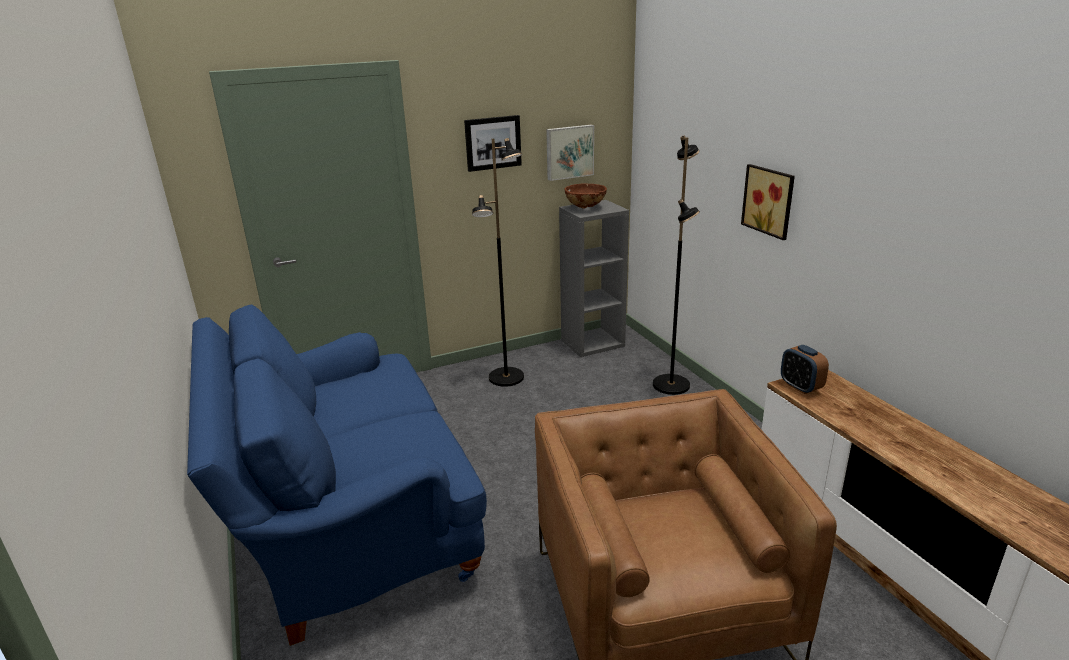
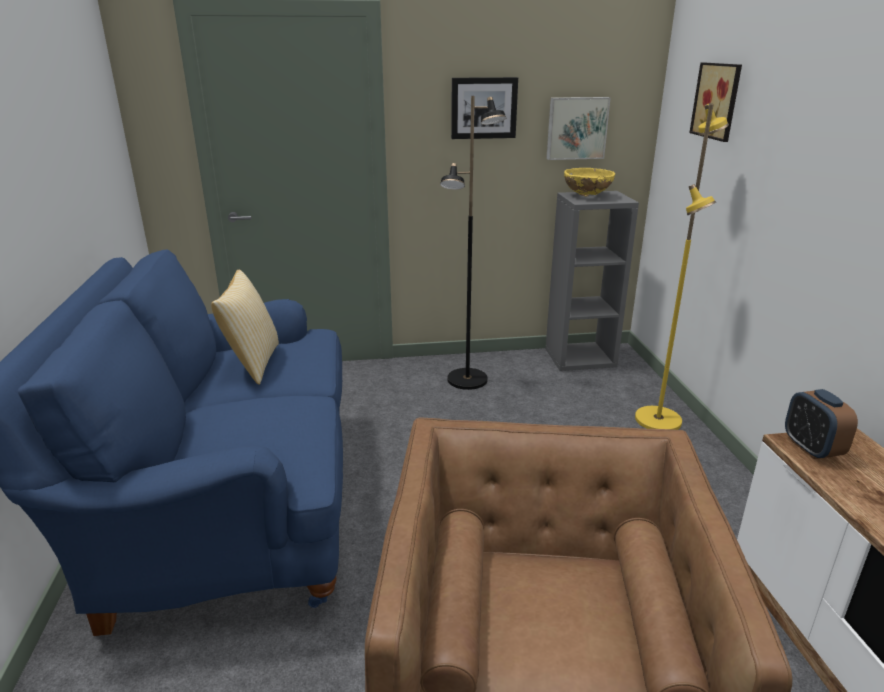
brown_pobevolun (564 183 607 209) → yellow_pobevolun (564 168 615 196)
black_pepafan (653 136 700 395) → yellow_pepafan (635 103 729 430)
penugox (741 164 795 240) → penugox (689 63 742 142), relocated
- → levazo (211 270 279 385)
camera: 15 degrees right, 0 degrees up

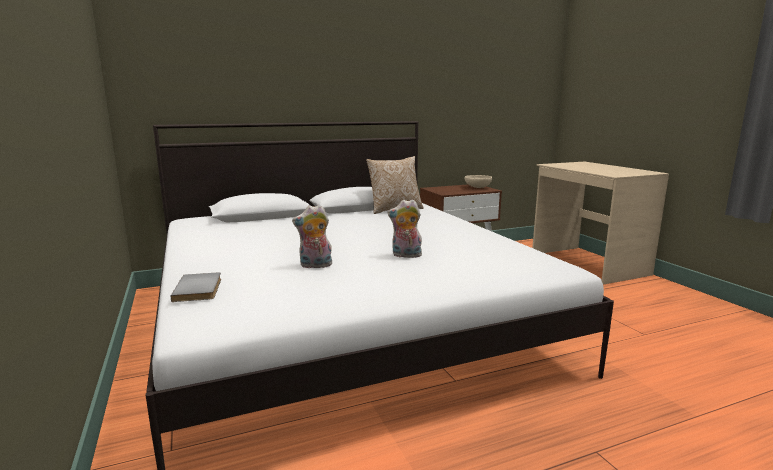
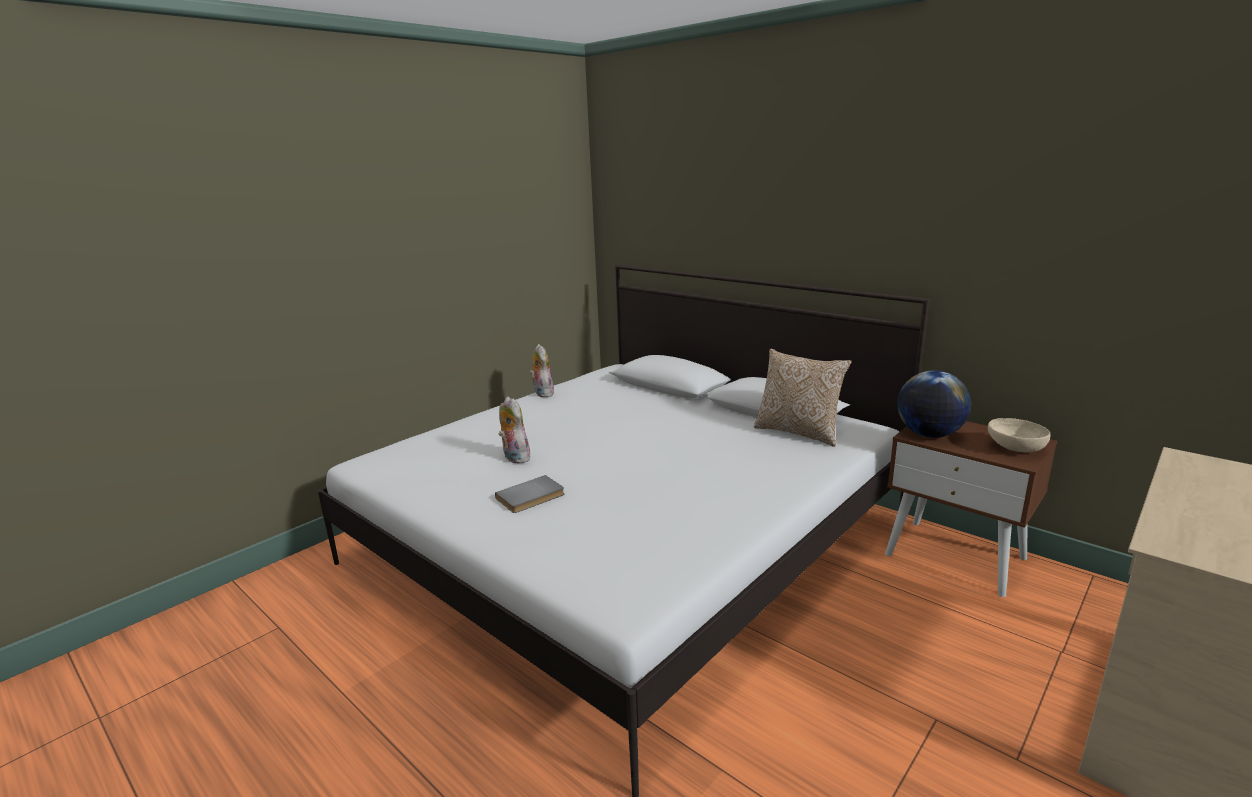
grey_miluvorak (171 272 221 302) → grey_miluvorak (495 475 564 513), relocated
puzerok (388 199 423 258) → puzerok (529 344 554 397), relocated
- → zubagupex (898 371 971 438)
camera: 65 degrees right, 5 degrees up

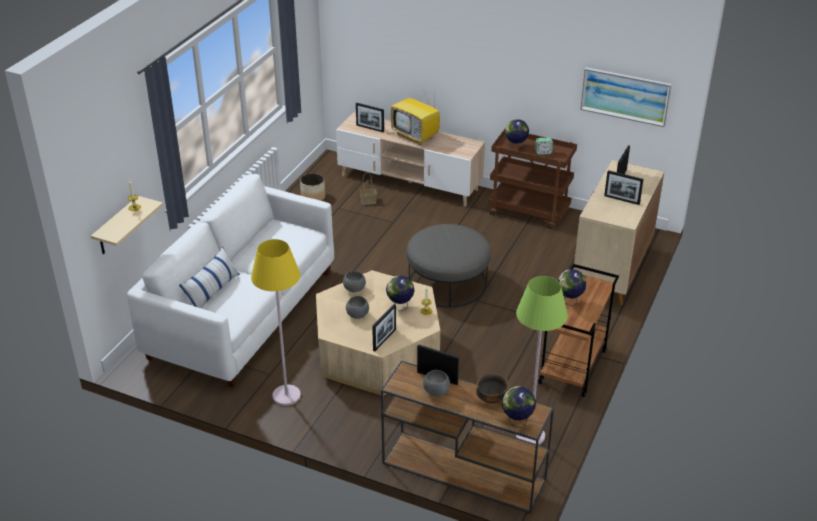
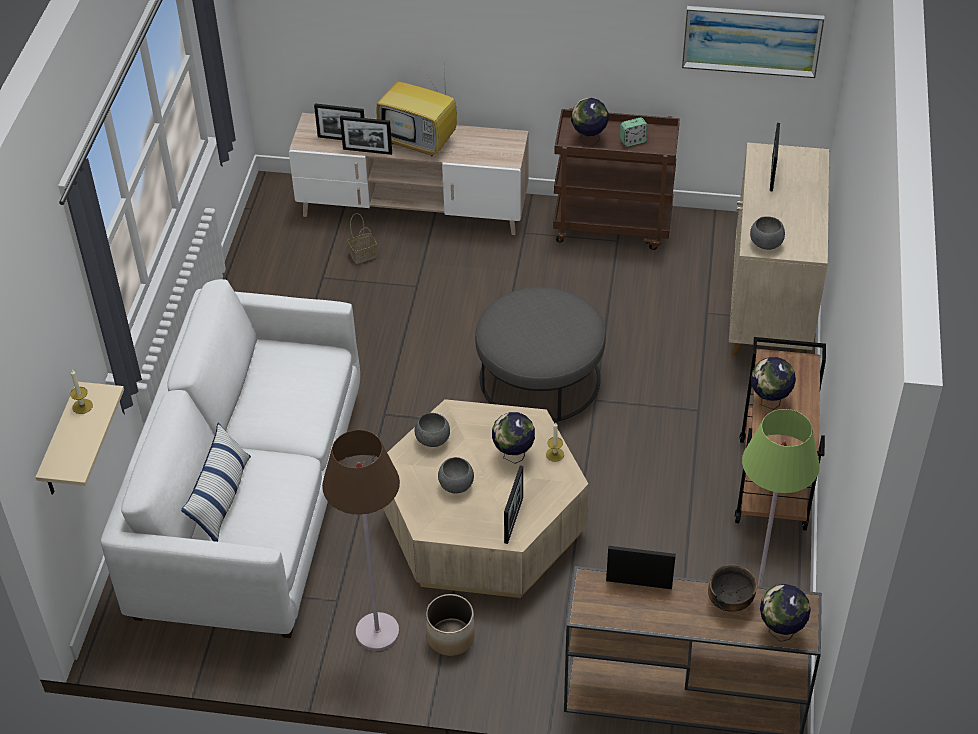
yellow_pepafan (251 239 301 406) → brown_pepafan (322 430 400 651)
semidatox (300 173 325 201) → semidatox (426 594 475 656), relocated
grey_pobevolun (423 370 450 396) → grey_pobevolun (750 216 785 250), relocated
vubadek (604 170 644 205) → vubadek (340 116 392 155), relocated
camera: 15 degrees left, 10 degrees up

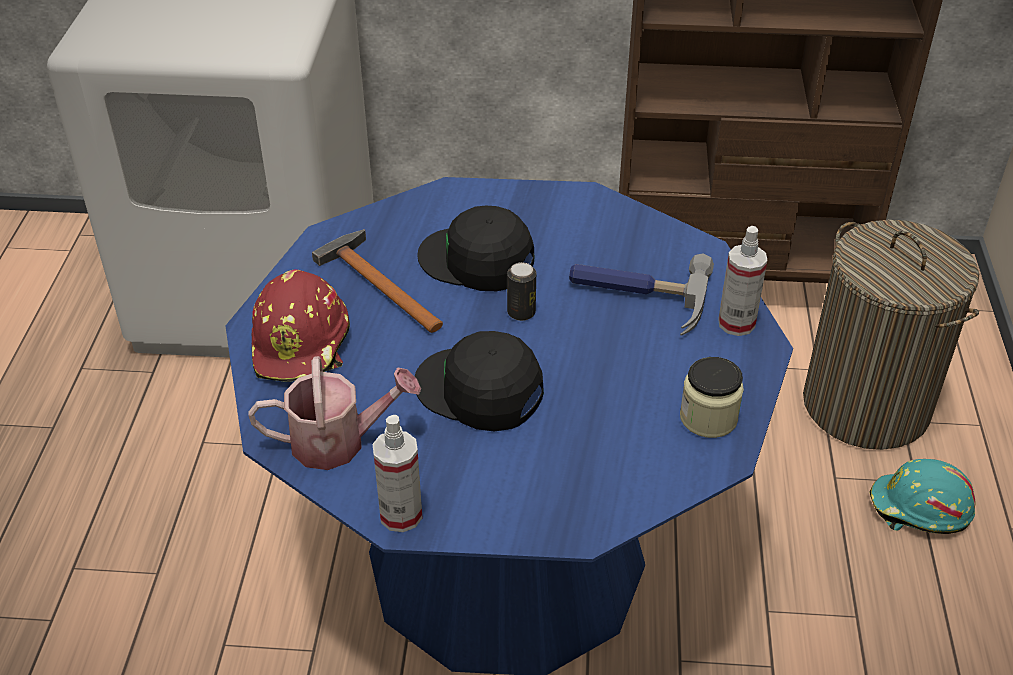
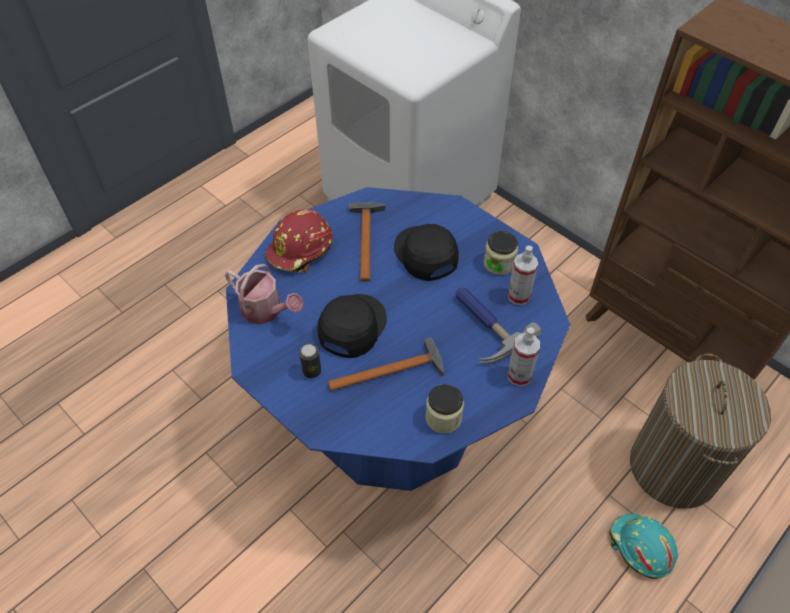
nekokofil (373 415 422 532) → nekokofil (508 246 538 305), relocated
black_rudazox (414 331 544 431) → black_rudazox (318 294 387 358), 45 degrees clockwise
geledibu (507 262 536 321) → geledibu (299 344 321 378), relocated
- → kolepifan (328 338 444 391)
- → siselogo (484 231 518 275)
camera: 40 degrees right, 10 degrees up

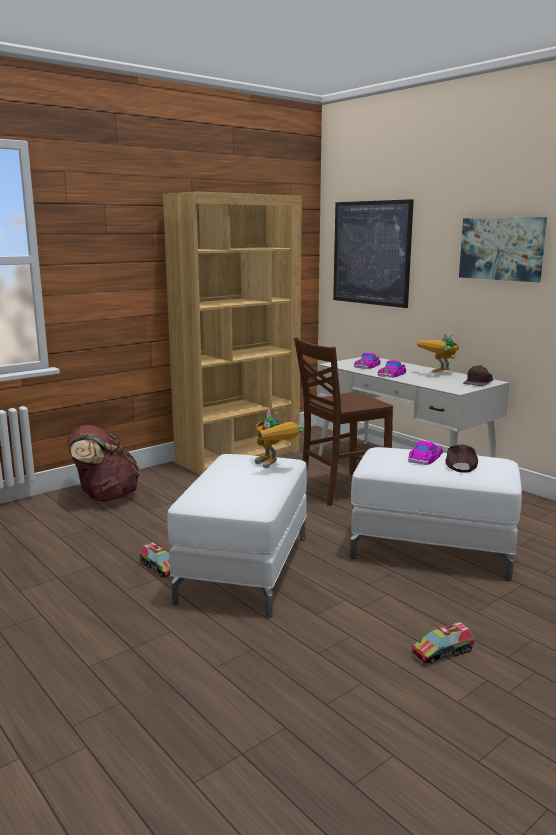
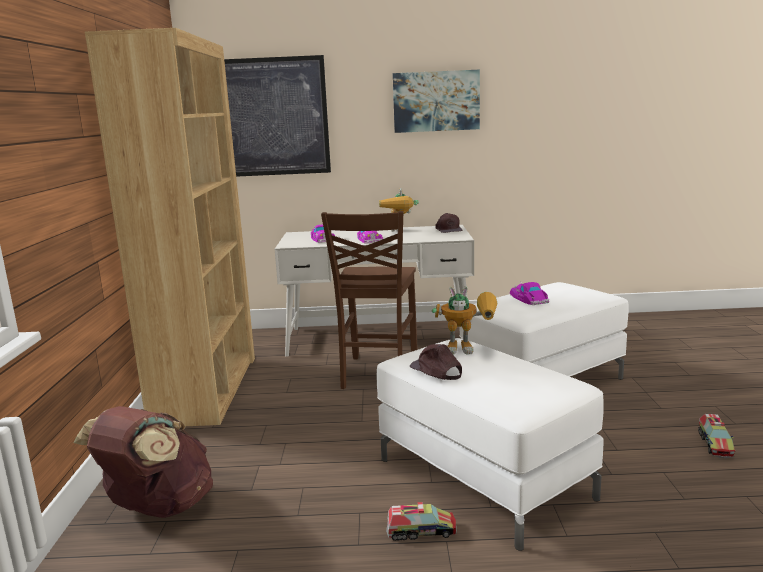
brown_rudazox (445 444 478 473) → brown_rudazox (410 344 462 380), relocated
camera: 50 degrees left, 0 degrees up

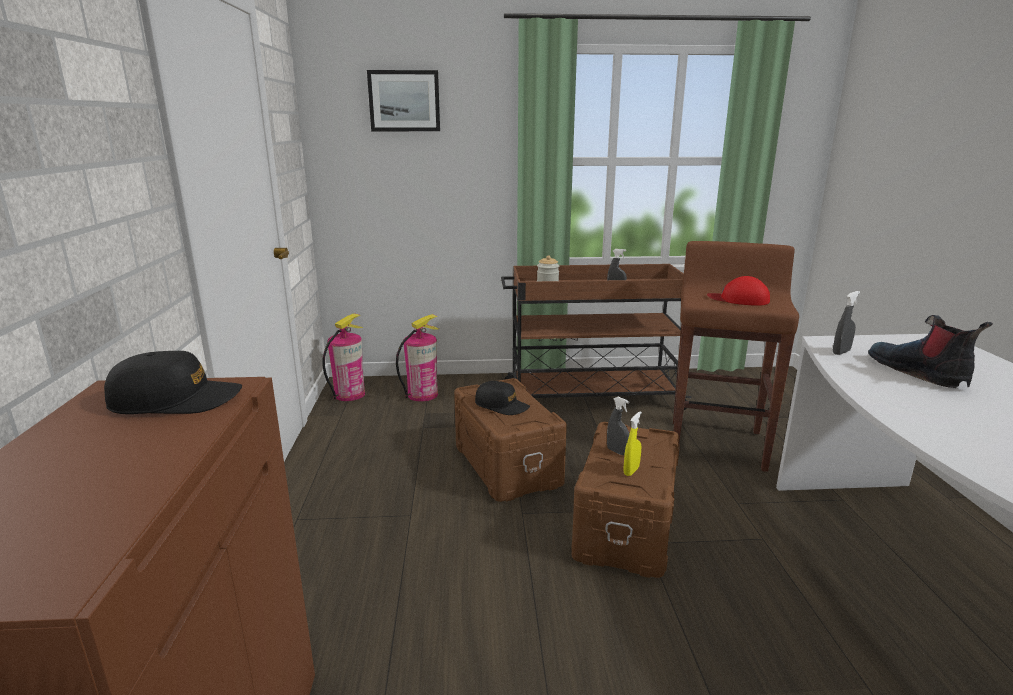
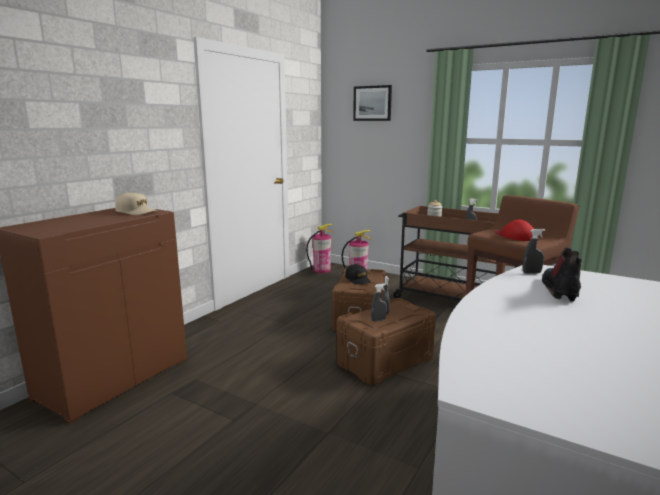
black_rudazox (104 351 242 414) → beige_rudazox (115 192 157 215)
yellow_nekokofil (623 411 642 476) → grey_nekokofil (371 283 387 322)
camera: 35 degrees right, 5 degrees down

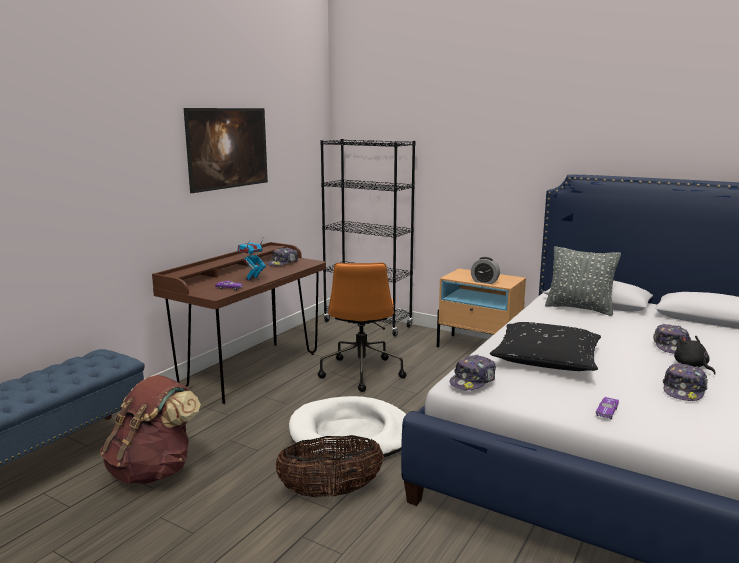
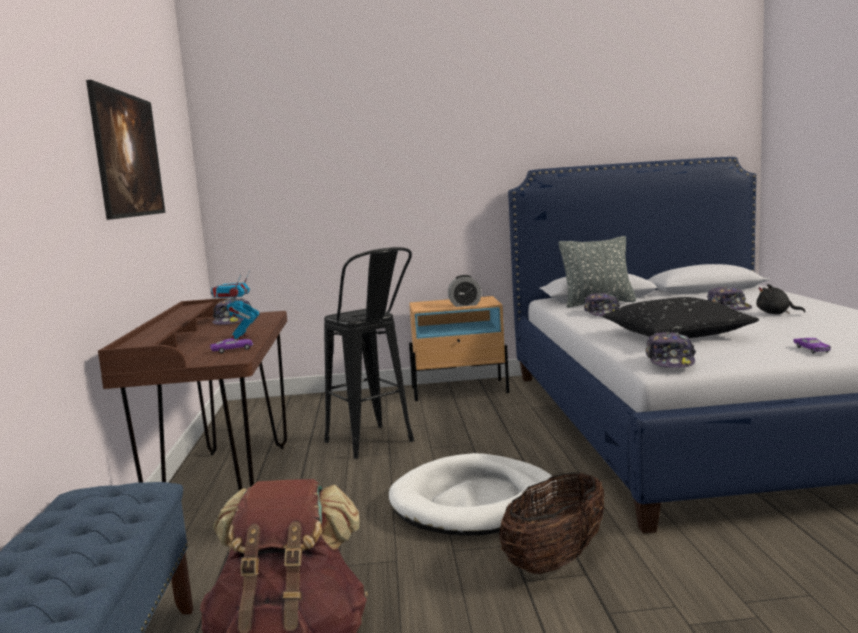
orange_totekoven (318 263 407 392) → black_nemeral (324 247 414 459)
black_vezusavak (320 139 415 336) → -
rudazox (663 363 708 401) → rudazox (584 292 620 316), relocated
camera: 35 degrees left, 5 degrees down

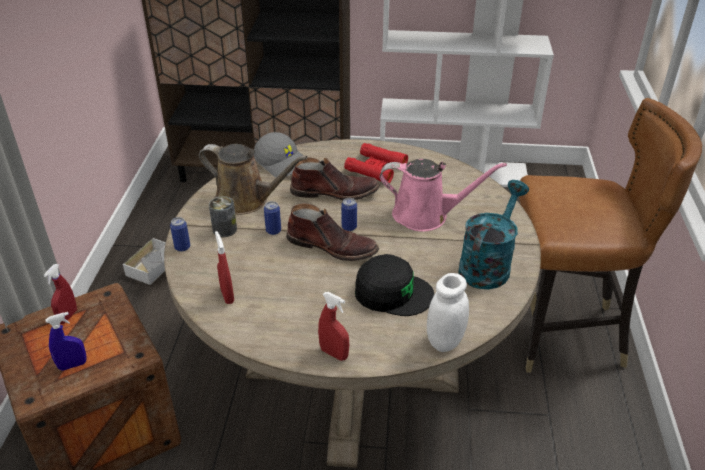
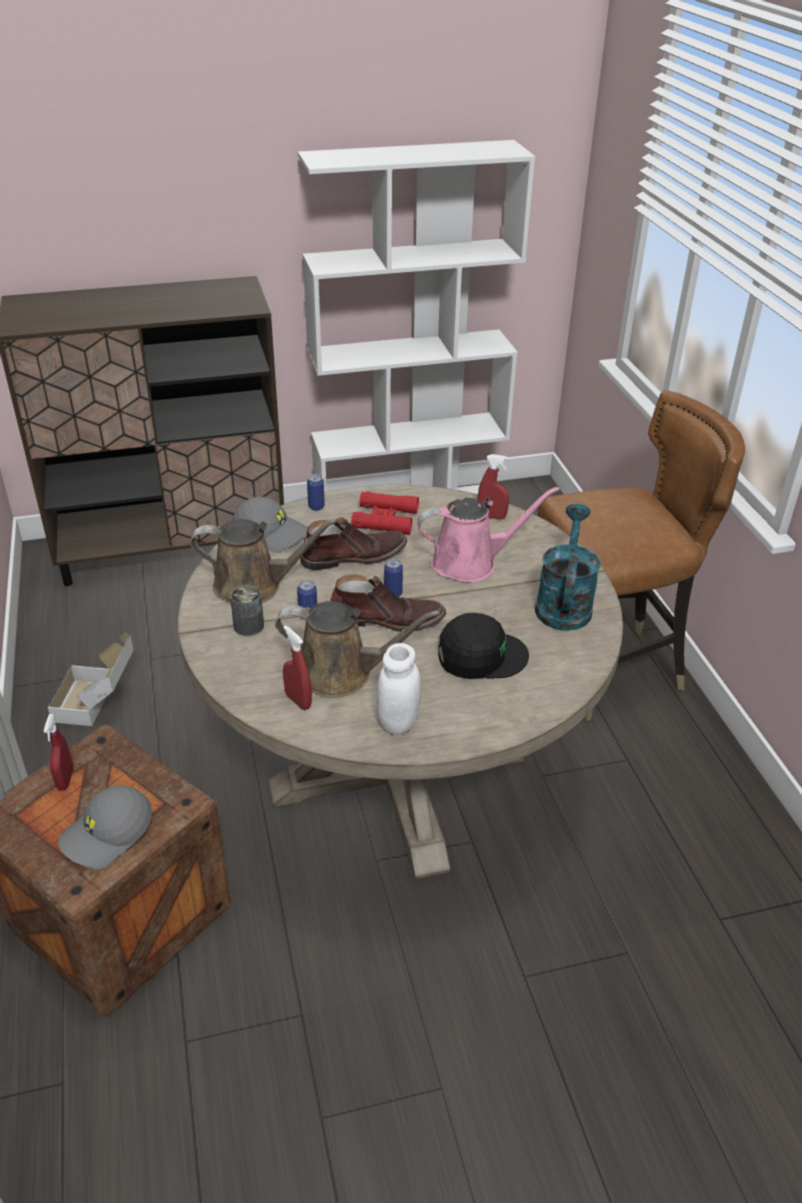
blue_nekokofil (45 312 87 371) → grey_rudazox (58 785 152 869)
geledibu (170 217 190 252) → geledibu (307 474 325 510), relocated
red_nekokofil (318 292 349 361) → red_nekokofil (478 454 509 520), relocated
white_siselogo (427 273 469 352) → white_siselogo (376 643 422 735), relocated
- → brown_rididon (275 601 440 698)
camera: 20 degrees left, 0 degrees up

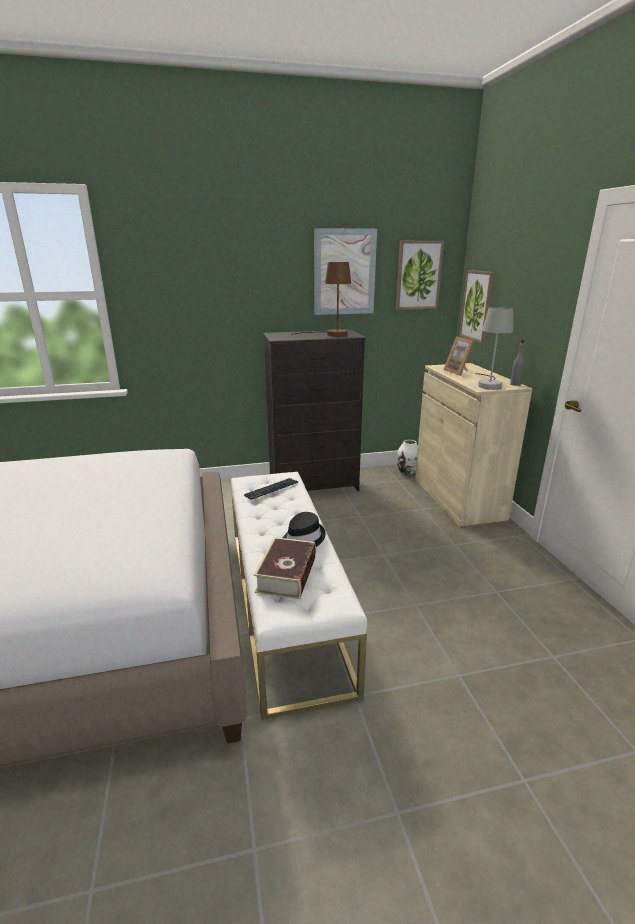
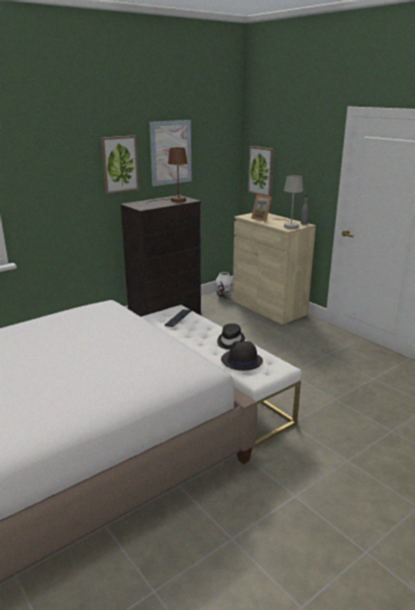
miluvorak (254 537 316 599) → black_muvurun (221 341 263 371)
penugox (396 241 444 310) → penugox (101 135 139 194), relocated
camera: 25 degrees left, 0 degrees up

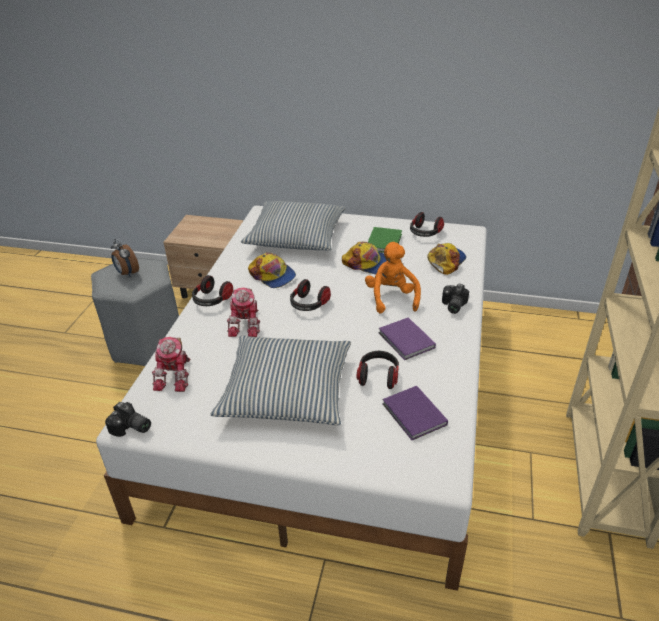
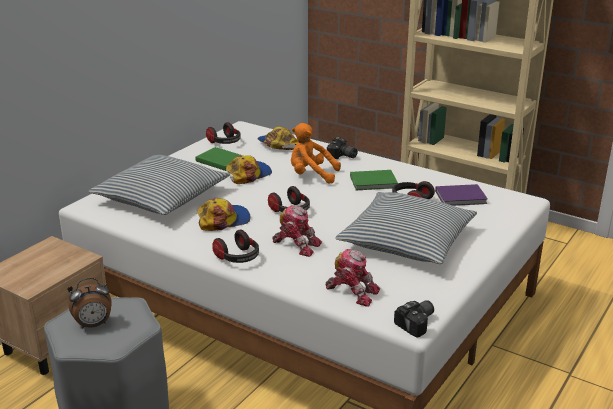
purple_miluvorak (378 317 436 360) → green_miluvorak (350 170 398 190)
camera: 70 degrees left, 10 degrees down

